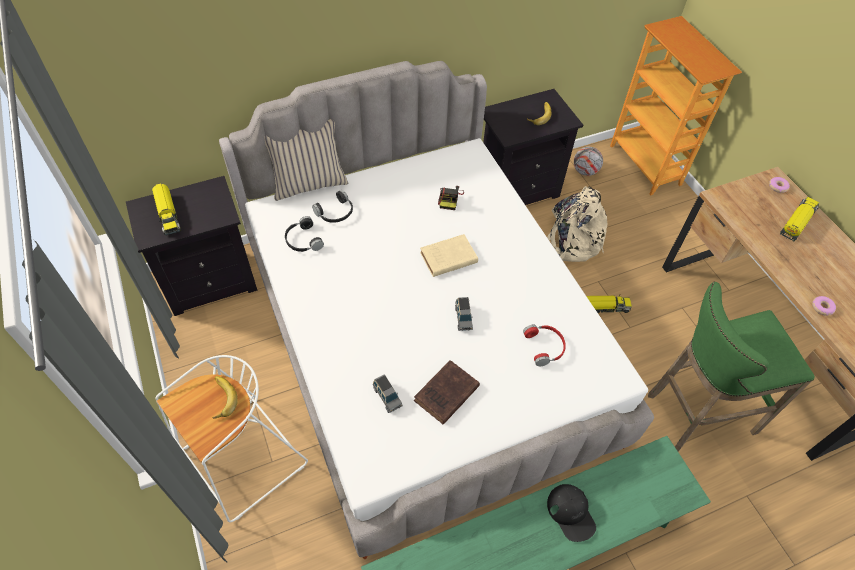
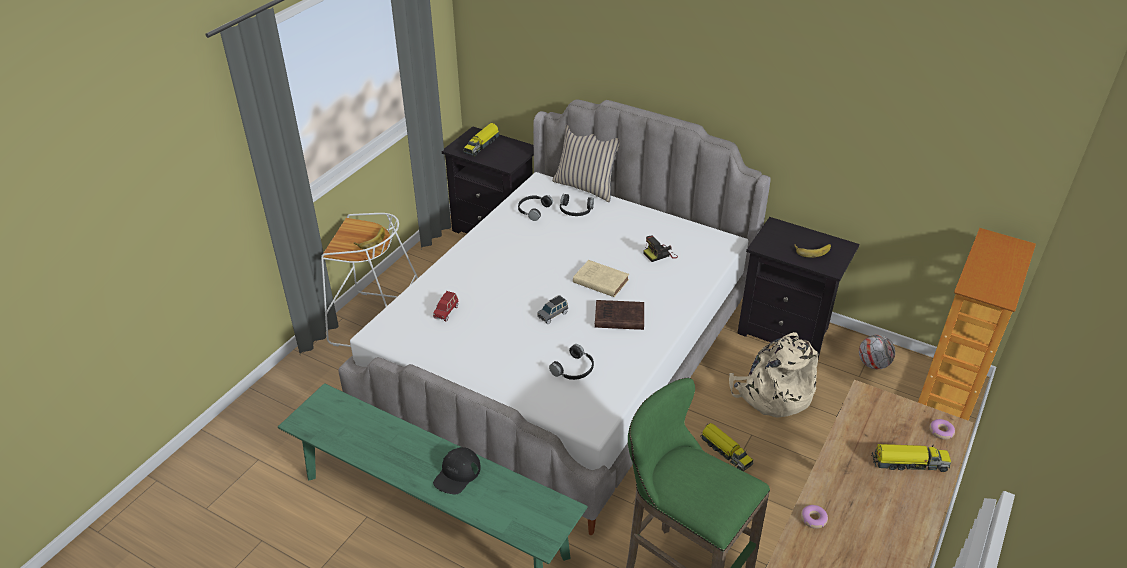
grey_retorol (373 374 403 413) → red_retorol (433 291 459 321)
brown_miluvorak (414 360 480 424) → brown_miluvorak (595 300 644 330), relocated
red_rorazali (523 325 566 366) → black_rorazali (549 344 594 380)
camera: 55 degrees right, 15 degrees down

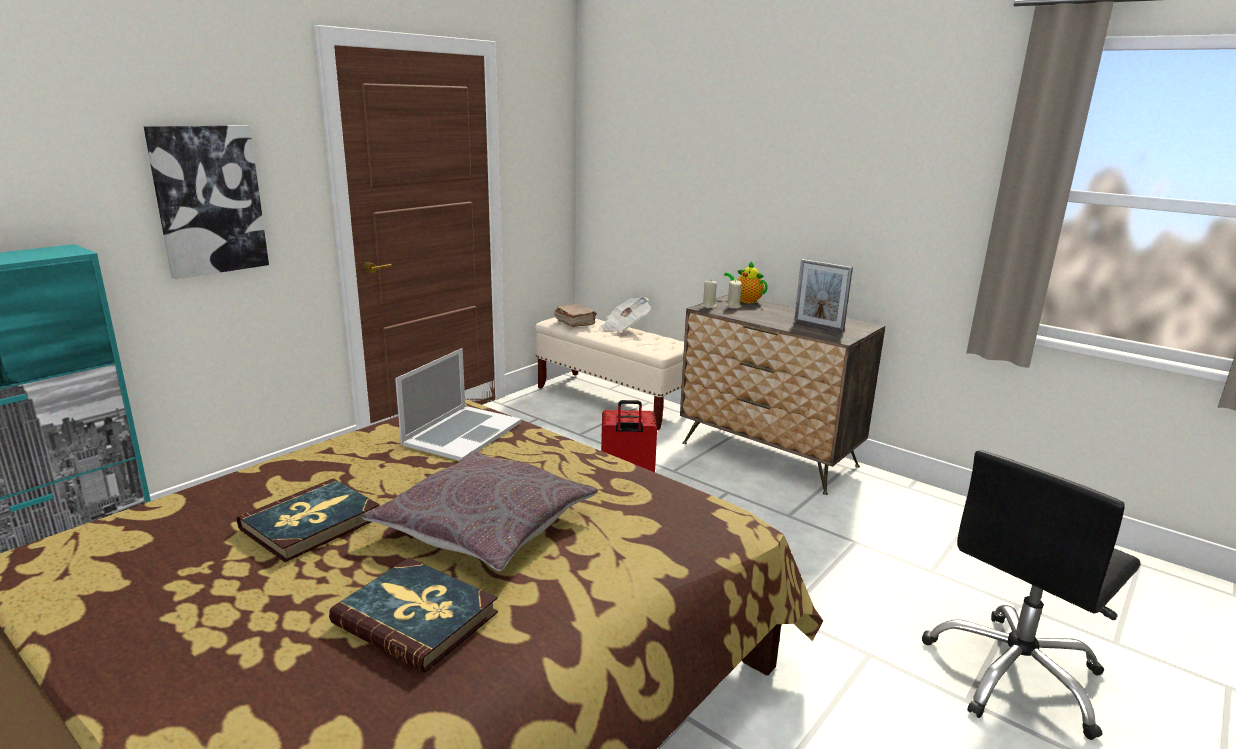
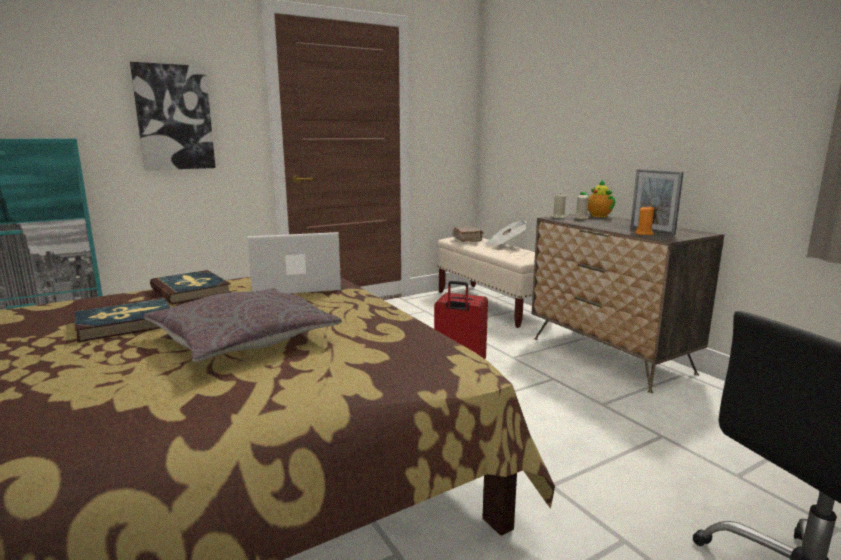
miluvorak (329 558 498 672) → miluvorak (150 270 232 304), relocated
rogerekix (395 348 522 461) → rogerekix (247 232 341 294), 150 degrees counterclockwise
- → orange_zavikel (636 205 654 235)
camera: 20 degrees right, 5 degrees down

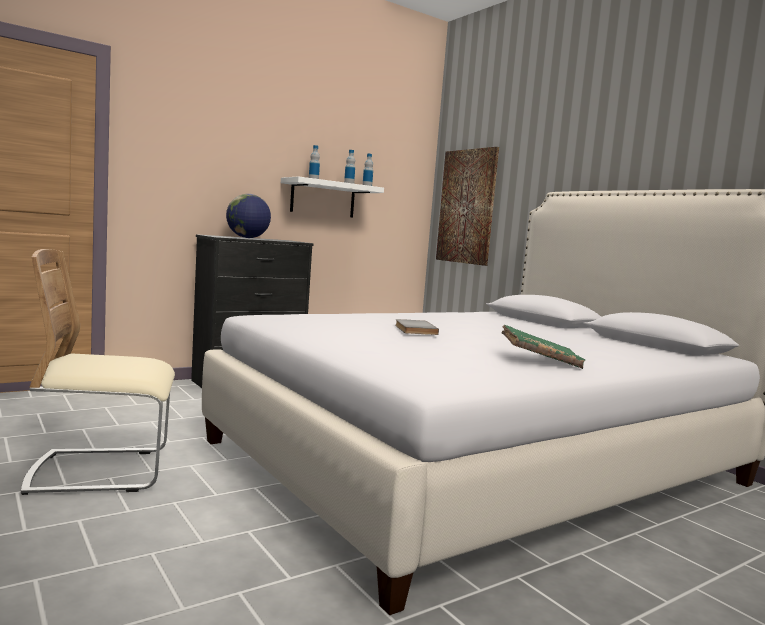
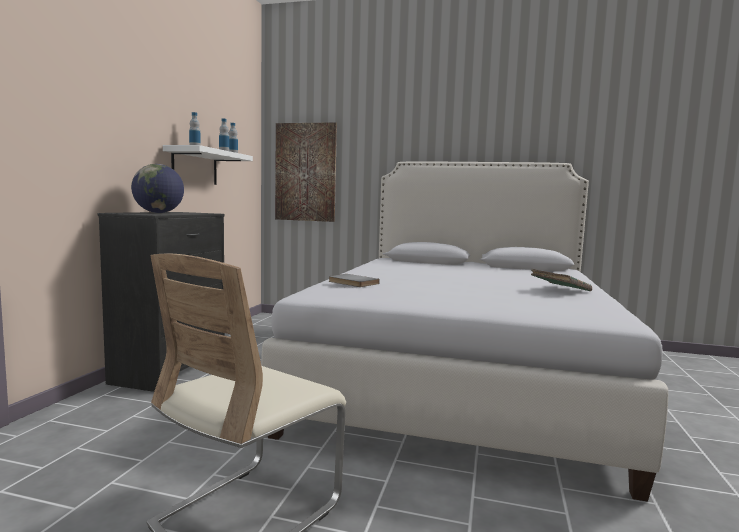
grey_miluvorak (395 319 439 335) → grey_miluvorak (328 274 380 287), relocated
camera: 40 degrees left, 0 degrees up

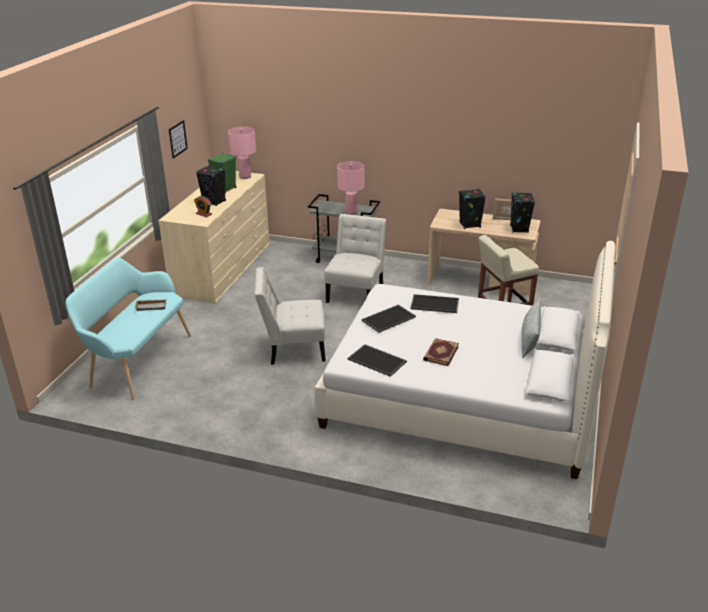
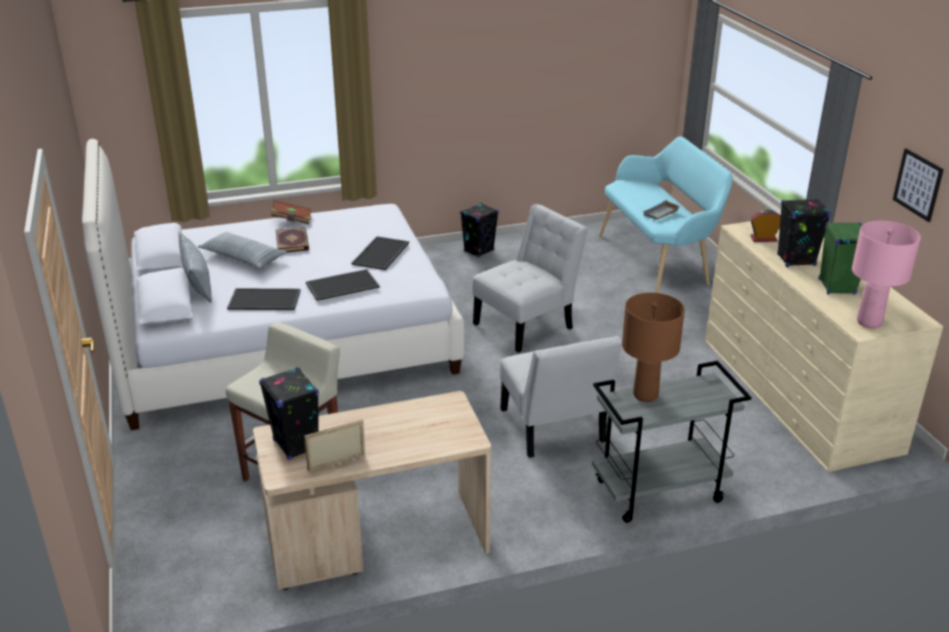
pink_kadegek (337 161 365 215) → brown_kadegek (622 293 685 402)
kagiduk (348 344 407 377) → kagiduk (227 288 301 310), relocated
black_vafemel (459 189 486 229) → black_vafemel (460 203 499 258), relocated
- → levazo (198 232 287 268)
- → brown_miluvorak (271 200 311 224)
camera: 145 degrees right, 0 degrees up

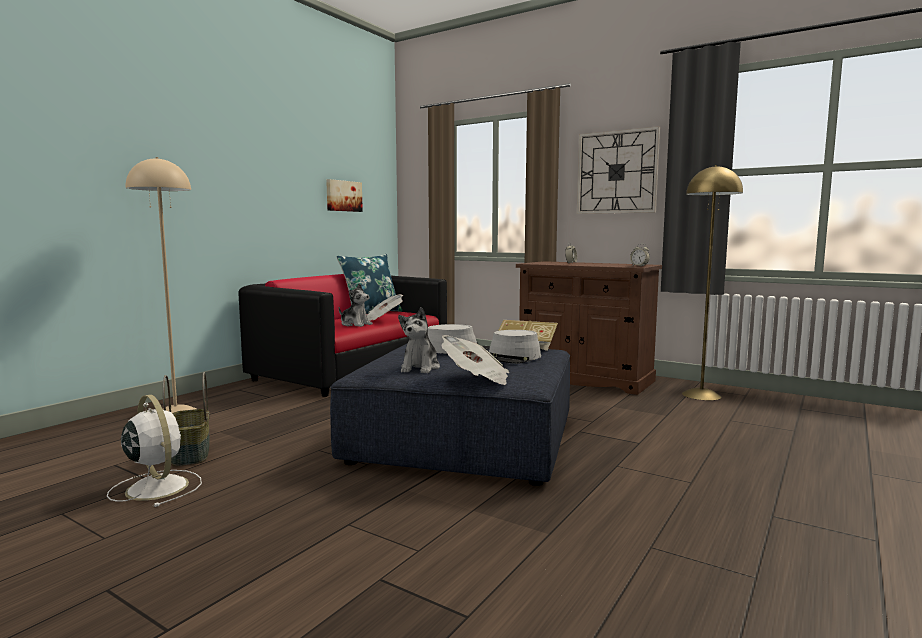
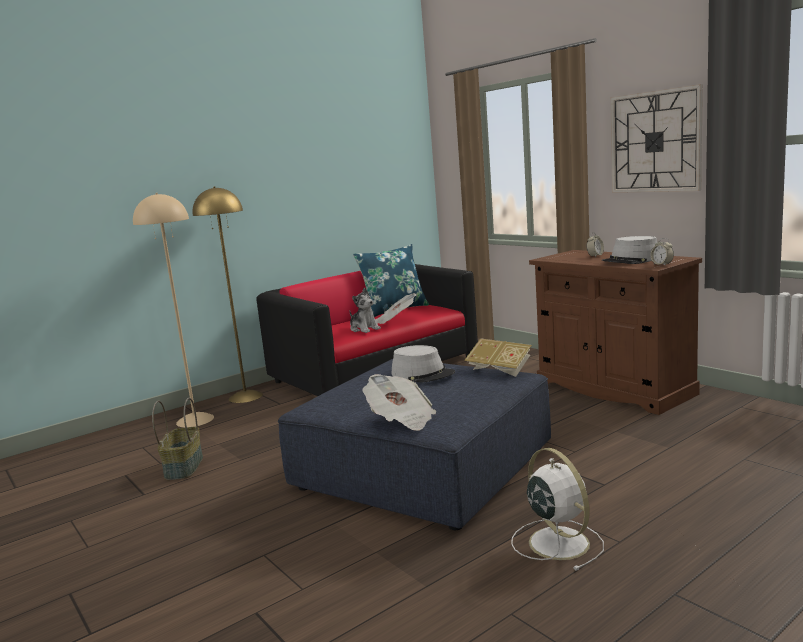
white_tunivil (107 395 202 507) → white_tunivil (511 448 604 571), relocated
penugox (326 179 363 212) → -
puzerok (398 307 440 374) → -
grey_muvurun (488 330 541 364) → grey_muvurun (602 236 657 264), relocated
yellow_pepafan (682 165 743 400) → yellow_pepafan (192 186 263 403), relocated
camera: 20 degrees right, 5 degrees up

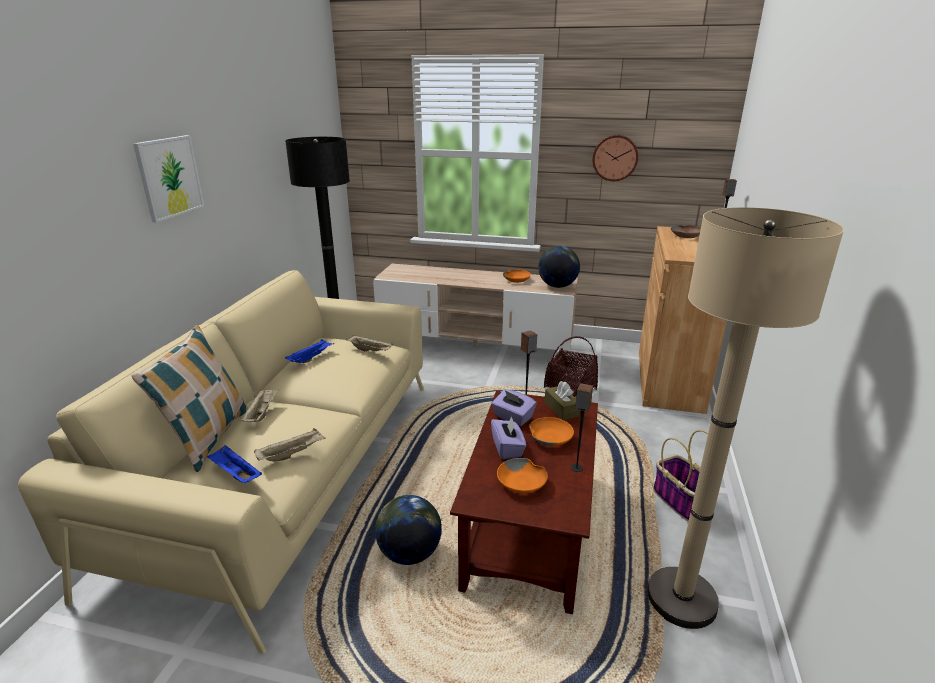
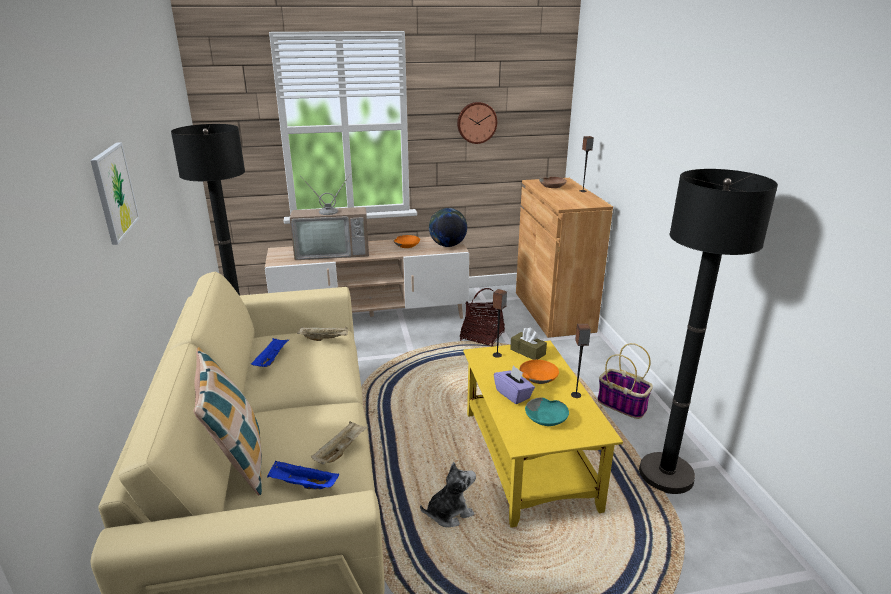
beige_kagiduk (241 389 279 422) → -
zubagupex (375 495 442 565) → puzerok (420 462 476 527)
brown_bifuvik (450 391 598 614) → yellow_bifuvik (463 341 623 528)
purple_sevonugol (492 390 536 426) → -
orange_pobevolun (497 458 548 493) → turquoise_pobevolun (525 397 569 426)
beige_pepafan (647 207 844 629) → black_pepafan (639 169 778 494)
- → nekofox (290 175 369 260)
camera: 25 degrees left, 0 degrees up

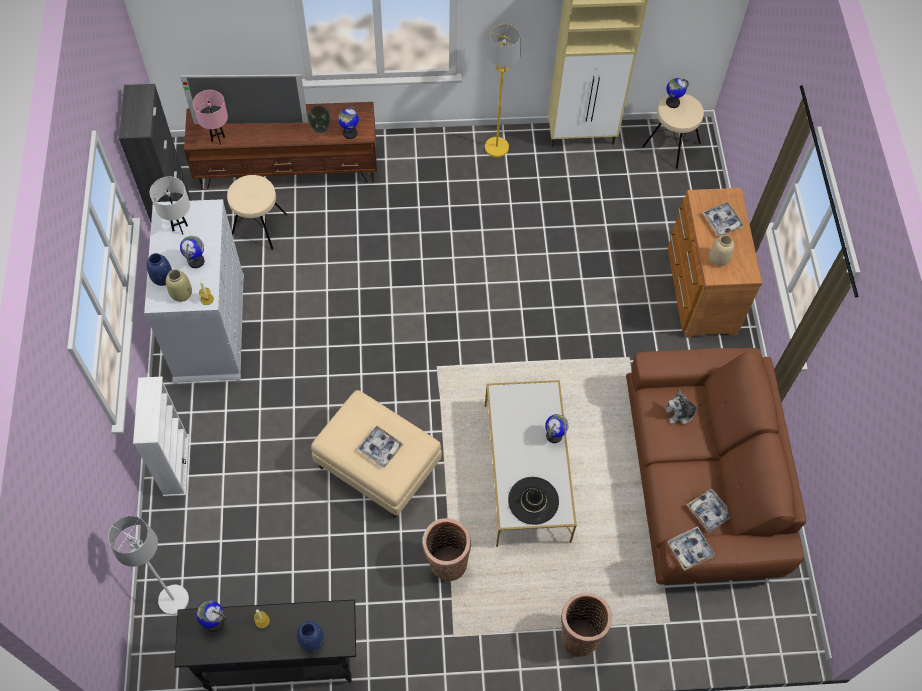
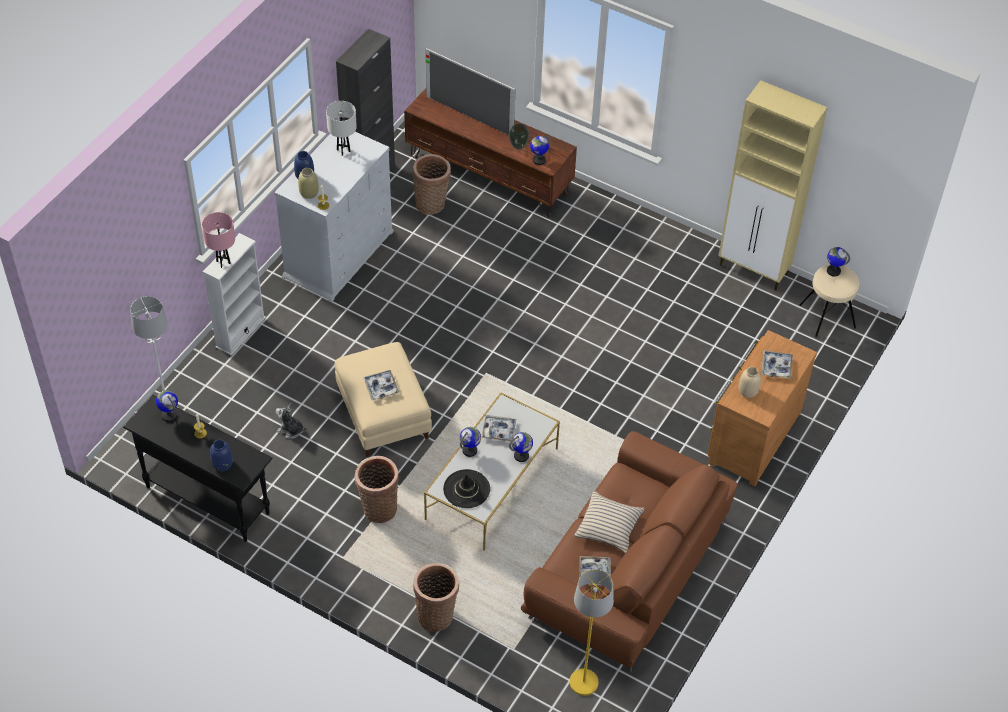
zubagupex (180 236 204 268) → zubagupex (460 427 481 457), relocated
pink_kadegek (193 90 228 145) → pink_kadegek (202 212 235 268), relocated
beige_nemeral (227 175 287 250) → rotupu (412 154 451 215)
yellow_pepafan (485 24 521 157) → yellow_pepafan (570 569 614 696), relocated
puzerok (665 389 702 424) → puzerok (275 403 307 439), relocated
kagiduk (668 526 716 571) → kagiduk (481 415 516 442), relocated
- → beige_levazo (574 491 645 553)
camera: 35 degrees right, 10 degrees down

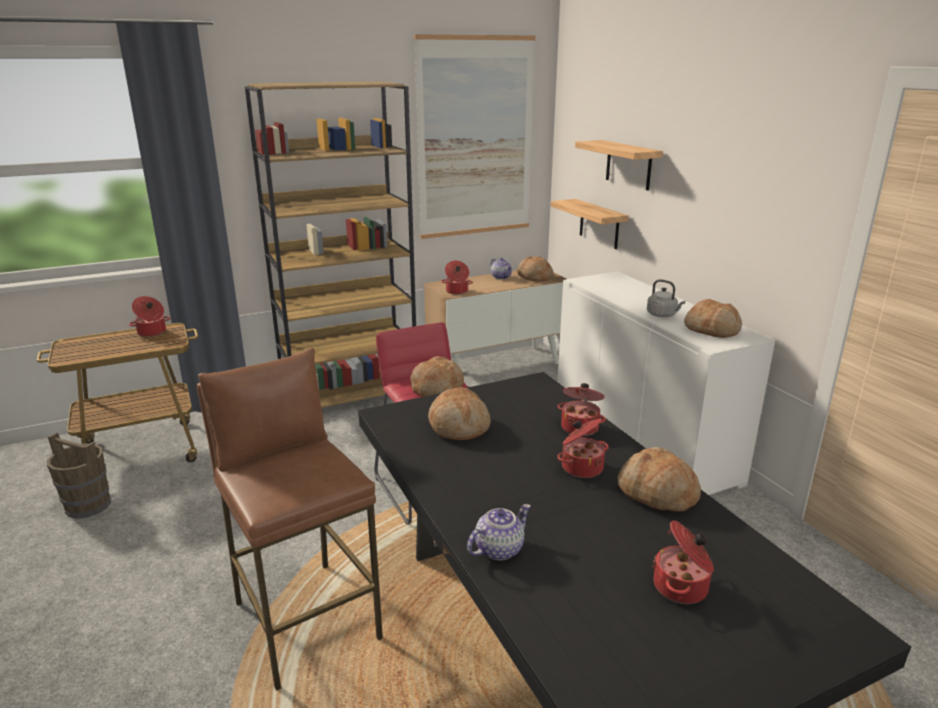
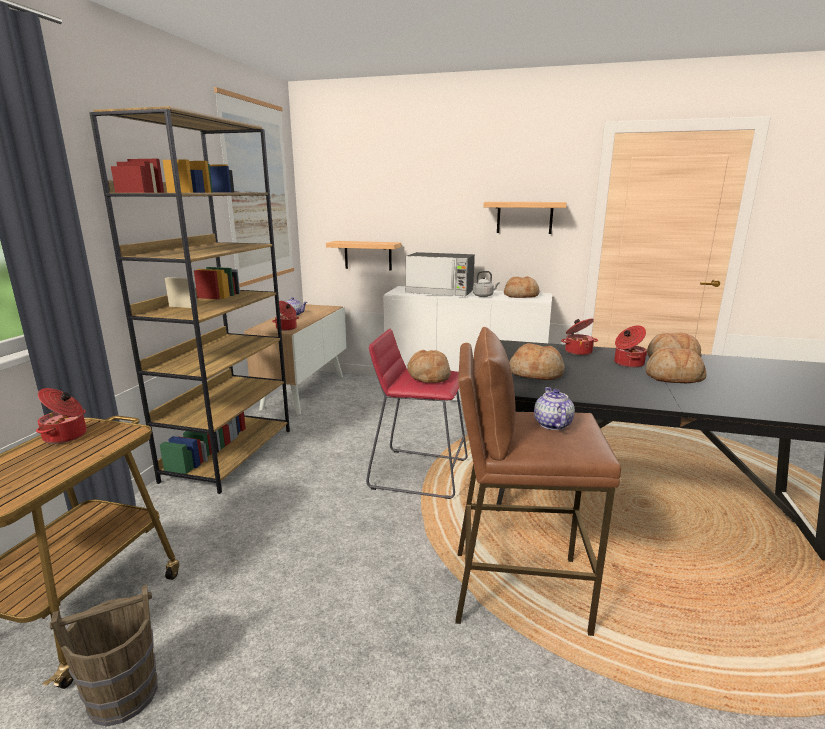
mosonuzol (467 504 531 560) → mosonuzol (534 387 575 430), relocated
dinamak (517 256 554 282) → dinamak (645 347 706 383), relocated
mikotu (575 140 663 191) → mikotu (484 202 566 234), relocated
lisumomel (653 520 714 604) → -
- → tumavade (406 252 475 296)
camera: 50 degrees left, 5 degrees down

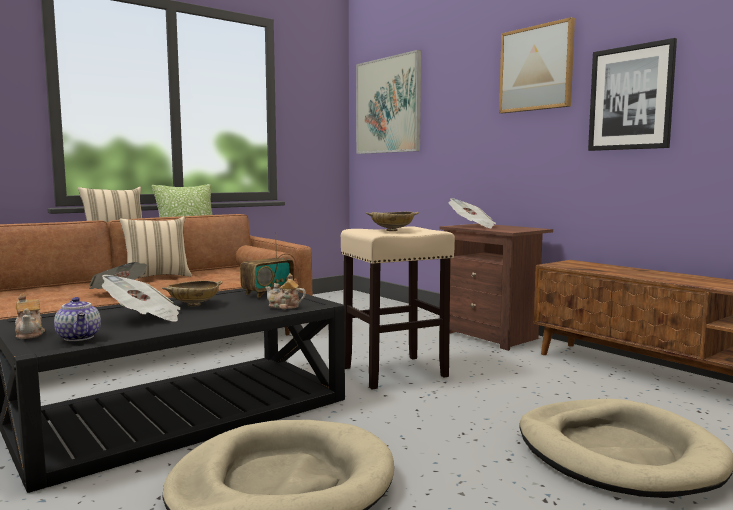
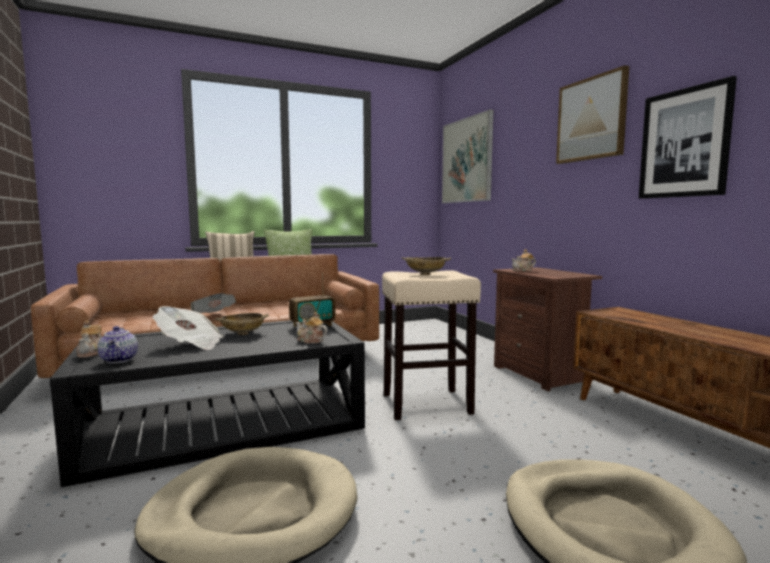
beige_levazo (119 216 192 278) → -
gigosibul (448 198 496 228) → mosonuzol (512 249 536 272)
camera: 15 degrees right, 0 degrees up

